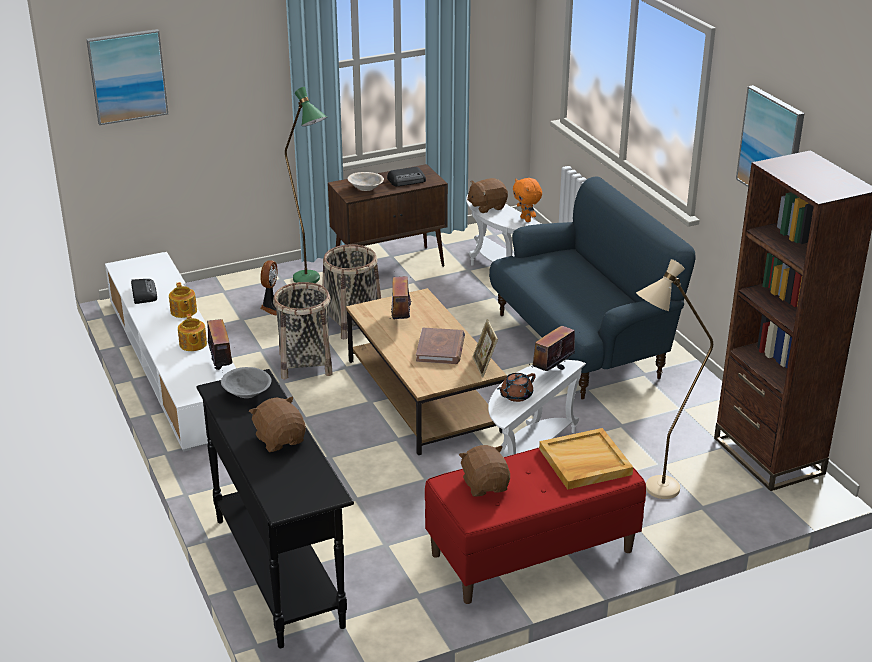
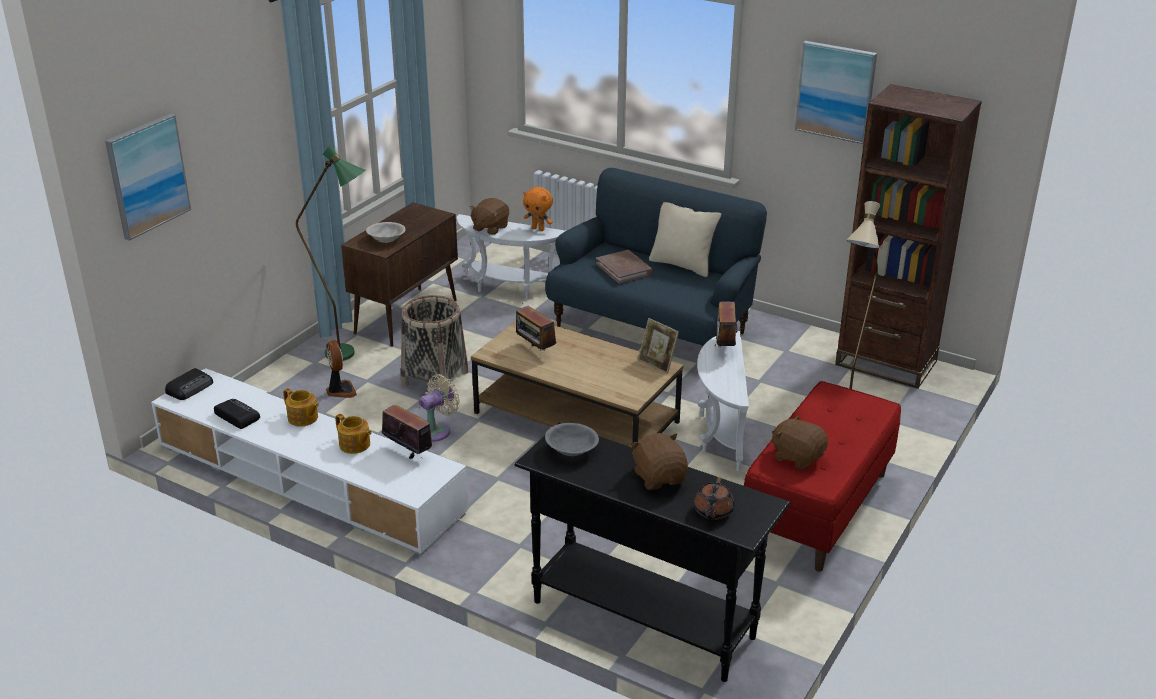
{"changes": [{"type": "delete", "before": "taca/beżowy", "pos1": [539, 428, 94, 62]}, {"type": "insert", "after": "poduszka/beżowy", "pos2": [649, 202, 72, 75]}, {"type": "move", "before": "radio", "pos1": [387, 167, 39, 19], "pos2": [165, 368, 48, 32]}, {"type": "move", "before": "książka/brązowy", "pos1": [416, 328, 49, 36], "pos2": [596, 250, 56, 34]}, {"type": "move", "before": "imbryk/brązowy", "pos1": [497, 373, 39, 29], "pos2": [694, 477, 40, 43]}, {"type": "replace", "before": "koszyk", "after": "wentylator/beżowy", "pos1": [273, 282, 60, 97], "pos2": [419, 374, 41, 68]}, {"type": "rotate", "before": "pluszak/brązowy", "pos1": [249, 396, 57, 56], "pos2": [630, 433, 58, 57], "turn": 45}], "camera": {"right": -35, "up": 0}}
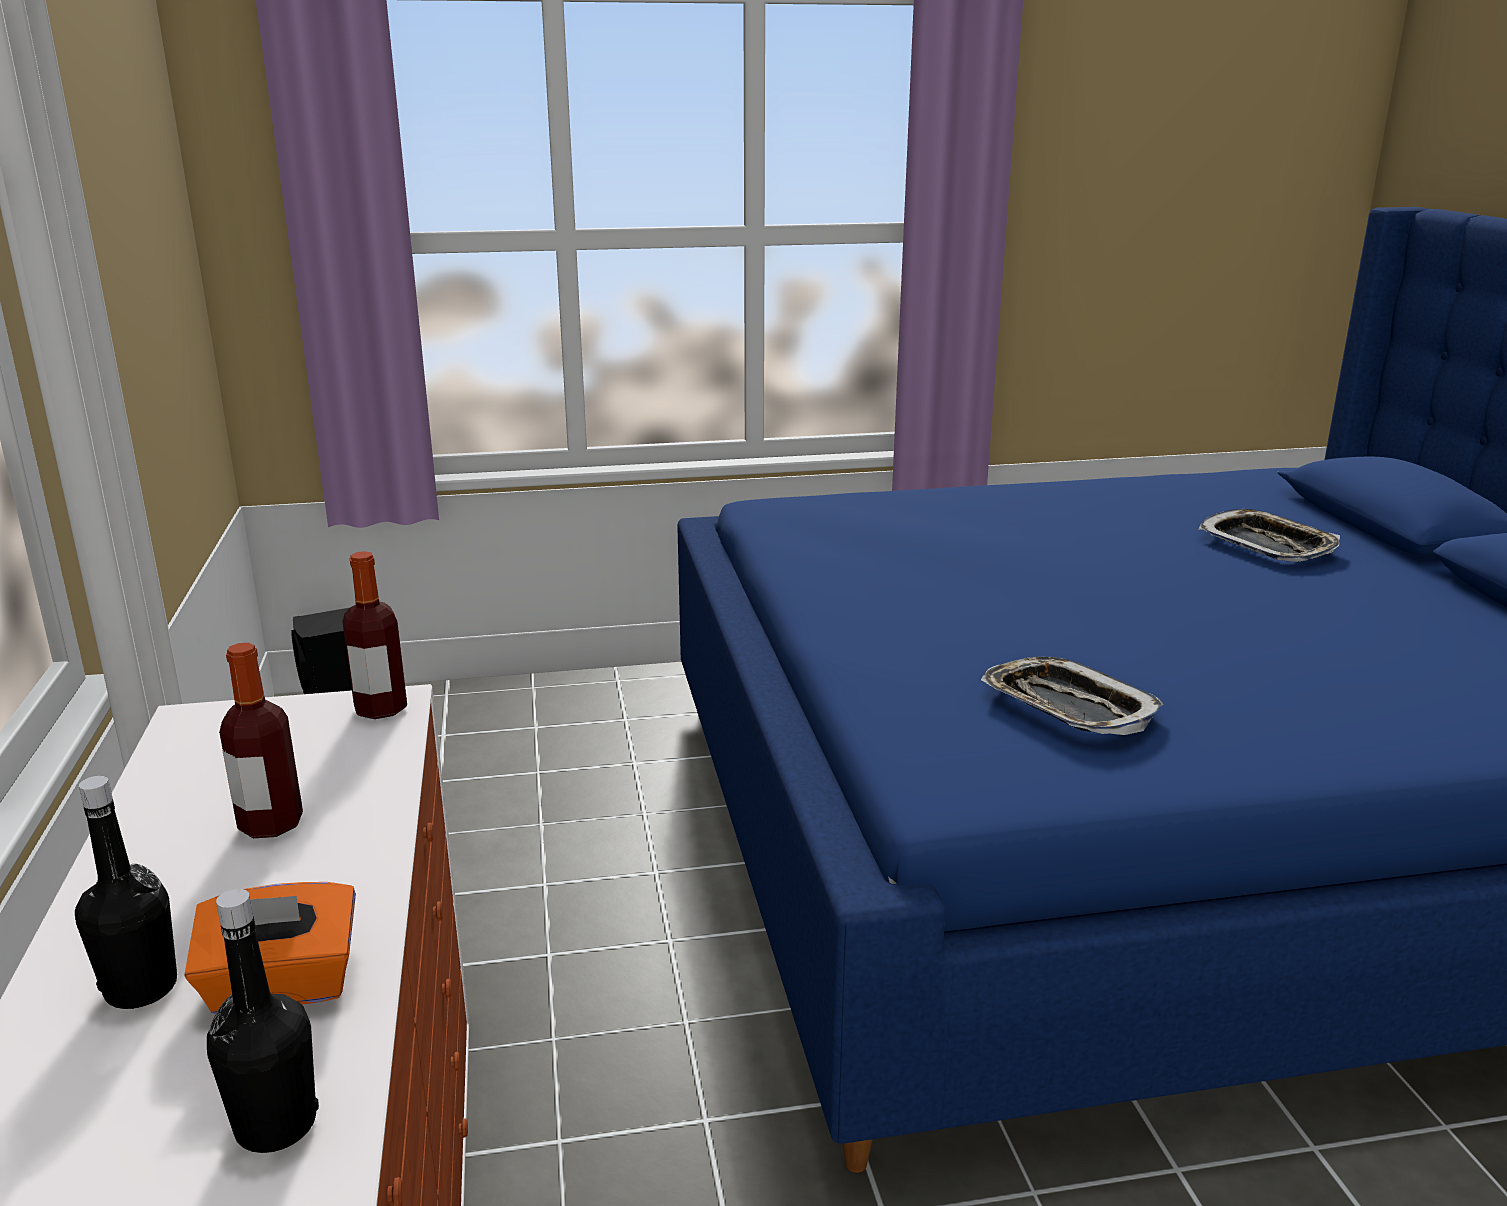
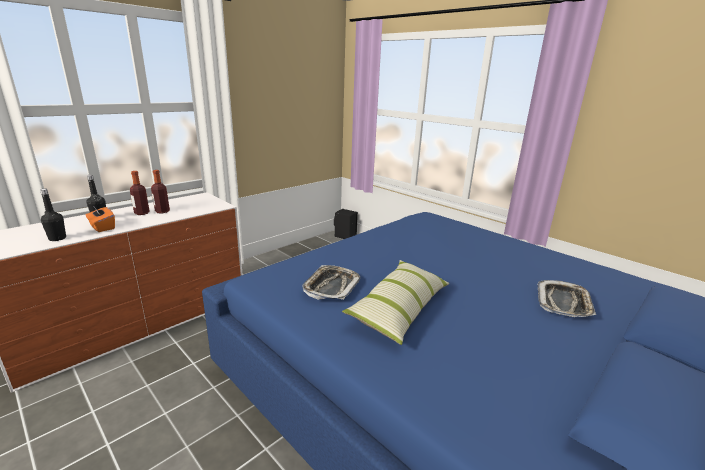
{"changes": [{"type": "insert", "after": "poduszka", "pos2": [342, 260, 108, 85]}, {"type": "move", "before": "butelka", "pos1": [342, 551, 65, 168], "pos2": [130, 171, 20, 44]}], "camera": {"right": 55, "up": 0}}
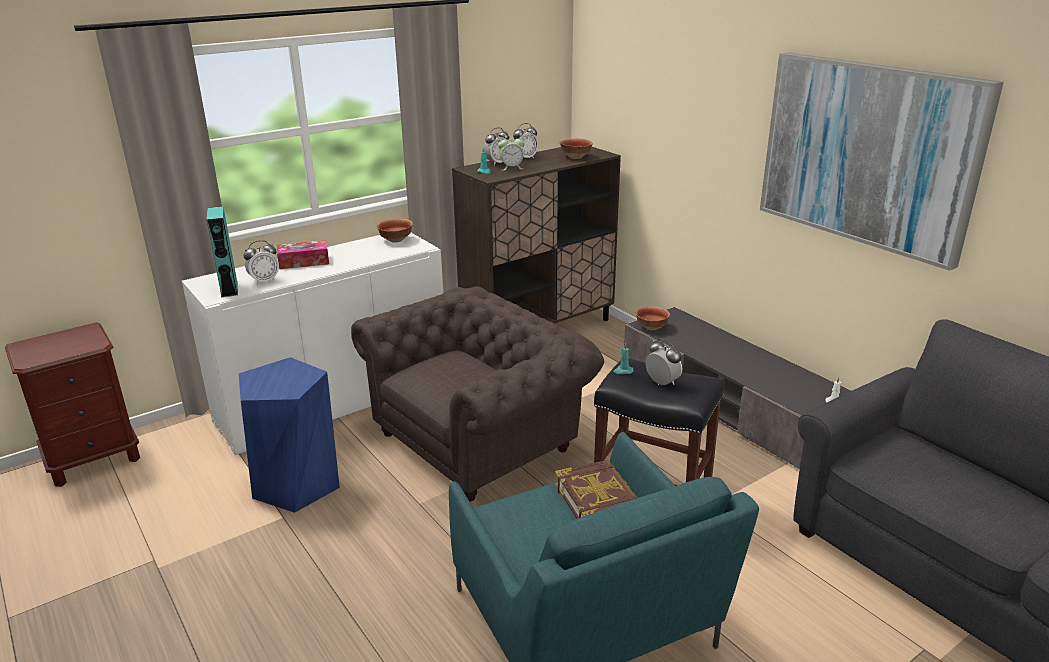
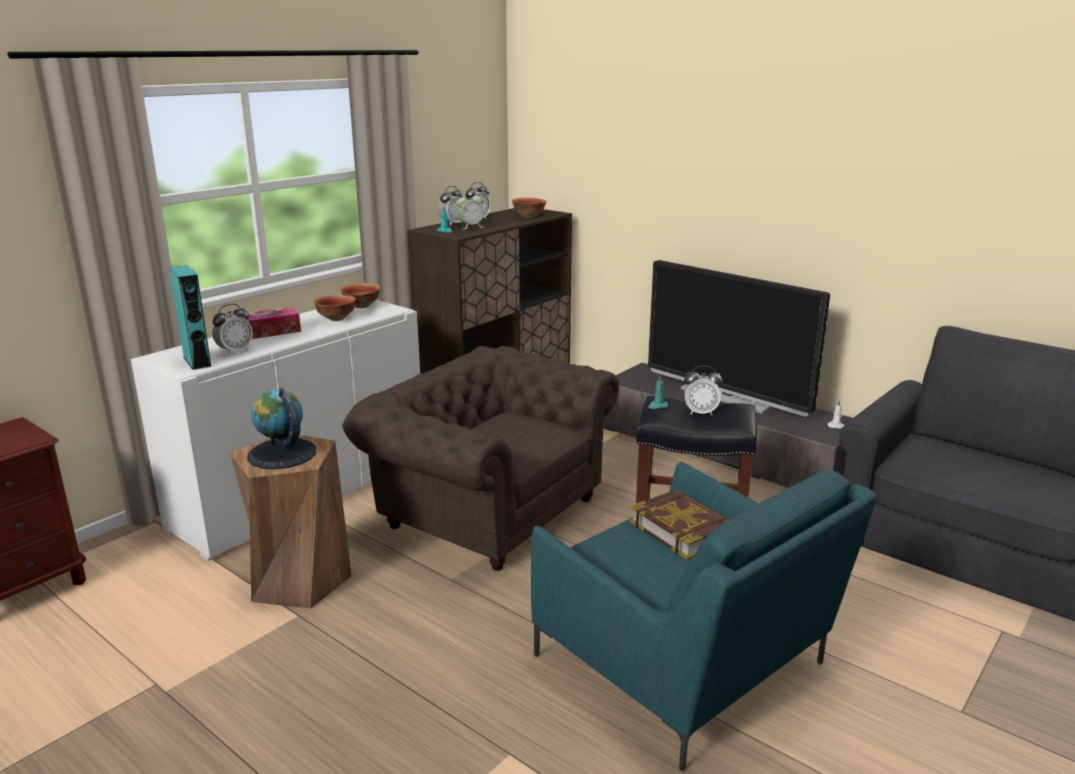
{"changes": [{"type": "delete", "before": "obraz", "pos1": [760, 52, 244, 219]}, {"type": "insert", "after": "globus", "pos2": [247, 388, 69, 81]}, {"type": "insert", "after": "telewizor", "pos2": [648, 260, 182, 157]}, {"type": "move", "before": "miska", "pos1": [636, 306, 34, 24], "pos2": [314, 295, 42, 26]}, {"type": "recolor", "before": "stołek/niebieski", "after": "stołek/brązowy", "pos1": [239, 357, 101, 156], "pos2": [230, 435, 122, 174]}, {"type": "rotate", "before": "fotel/brązowy", "pos1": [351, 286, 253, 215], "pos2": [342, 346, 277, 225], "turn": -90}, {"type": "rotate", "before": "budzik", "pos1": [645, 339, 37, 46], "pos2": [684, 366, 39, 49], "turn": 150}], "camera": {"right": -15, "up": -5}}
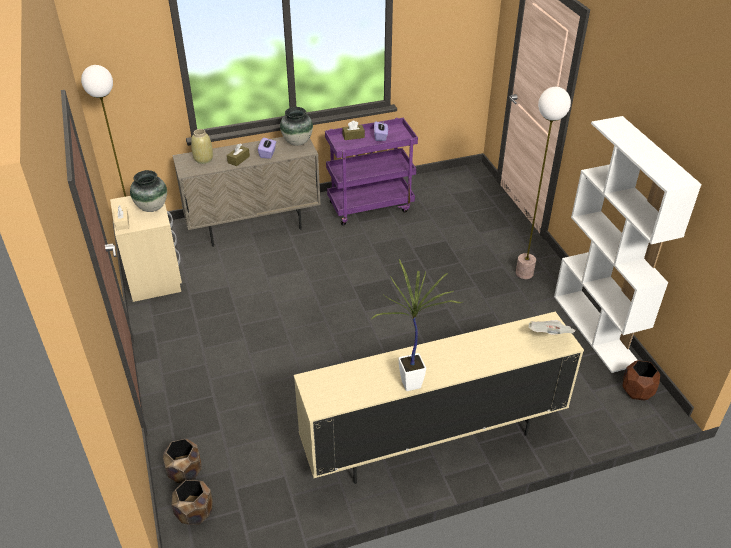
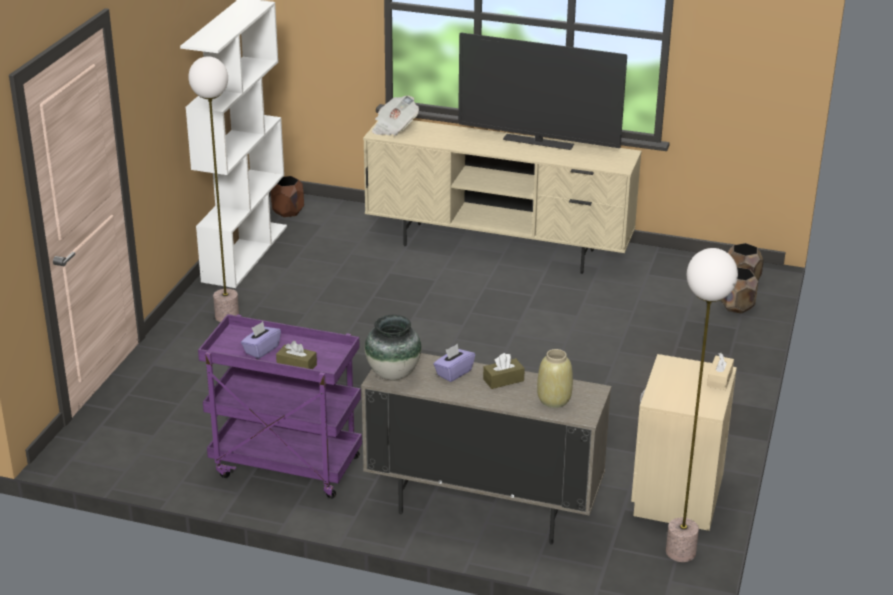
{"changes": [{"type": "delete", "before": "wazon", "pos1": [130, 170, 37, 42]}, {"type": "replace", "before": "roślina doniczkowa", "after": "telewizor", "pos1": [371, 259, 93, 132], "pos2": [458, 33, 169, 117]}], "camera": {"right": -145, "up": -10}}
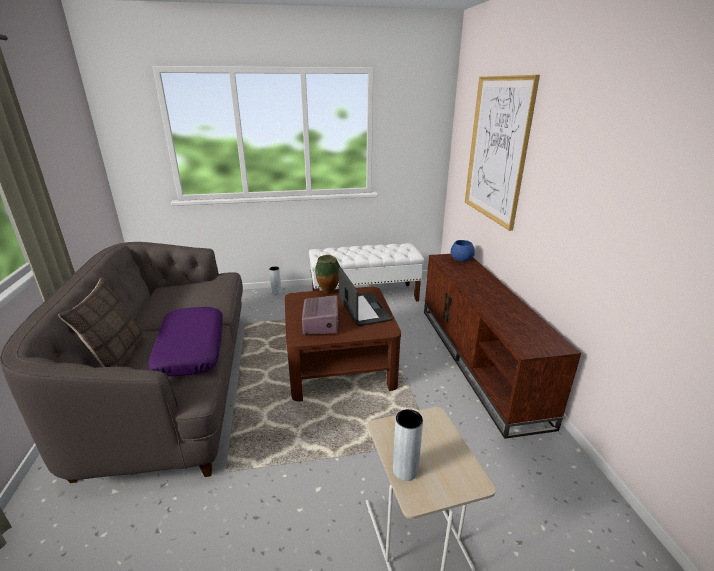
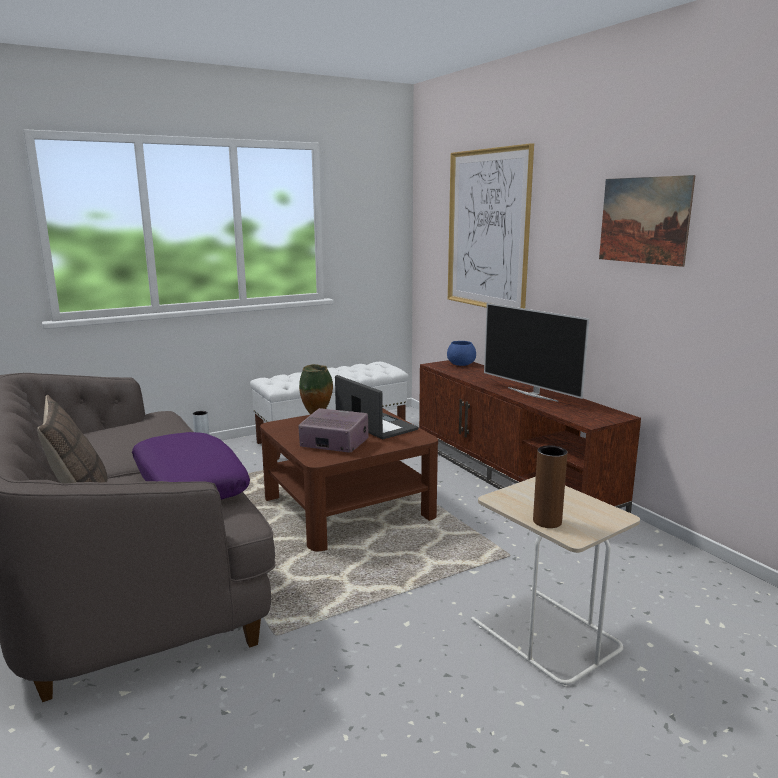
{"changes": [{"type": "insert", "after": "telewizor", "pos2": [484, 303, 106, 99]}, {"type": "insert", "after": "obraz", "pos2": [599, 175, 97, 92]}, {"type": "recolor", "before": "wazon/szary", "after": "wazon/brązowy", "pos1": [393, 409, 30, 72], "pos2": [533, 445, 34, 83]}, {"type": "rotate", "before": "radio", "pos1": [302, 295, 37, 40], "pos2": [299, 408, 70, 45], "turn": -45}], "camera": {"right": -20, "up": -10}}
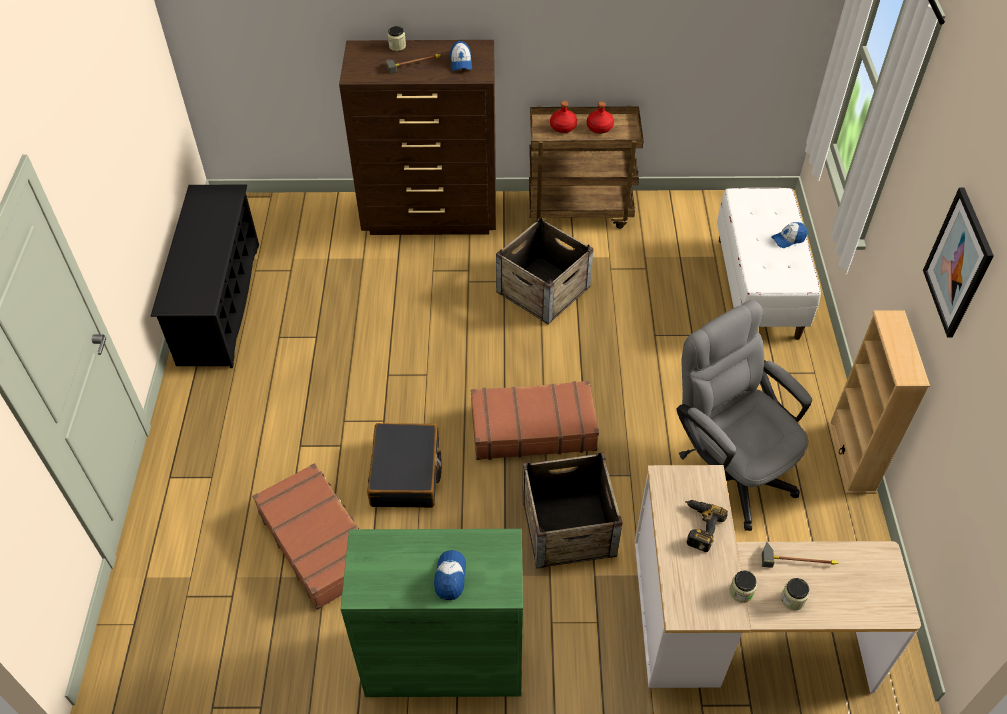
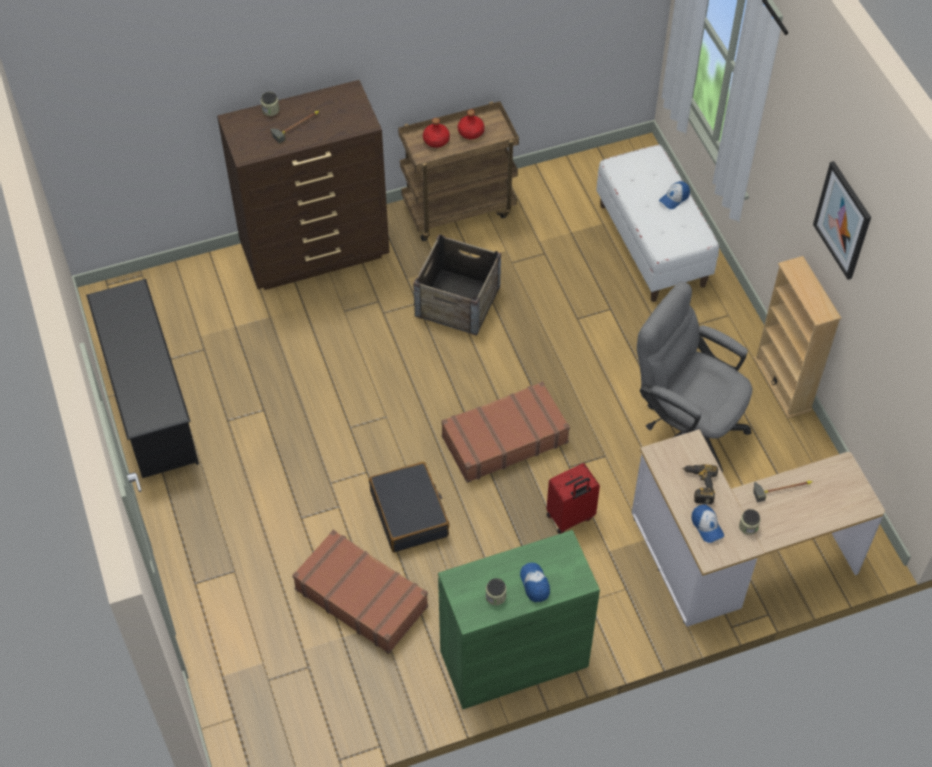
{"changes": [{"type": "move", "before": "czapka z daszkiem", "pos1": [450, 41, 22, 30], "pos2": [692, 504, 32, 39]}, {"type": "move", "before": "słoik", "pos1": [781, 578, 28, 32], "pos2": [486, 578, 21, 27]}, {"type": "replace", "before": "skrzynka", "after": "walizka/czerwony", "pos1": [522, 453, 100, 116], "pos2": [546, 463, 54, 71]}], "camera": {"right": -20, "up": 5}}
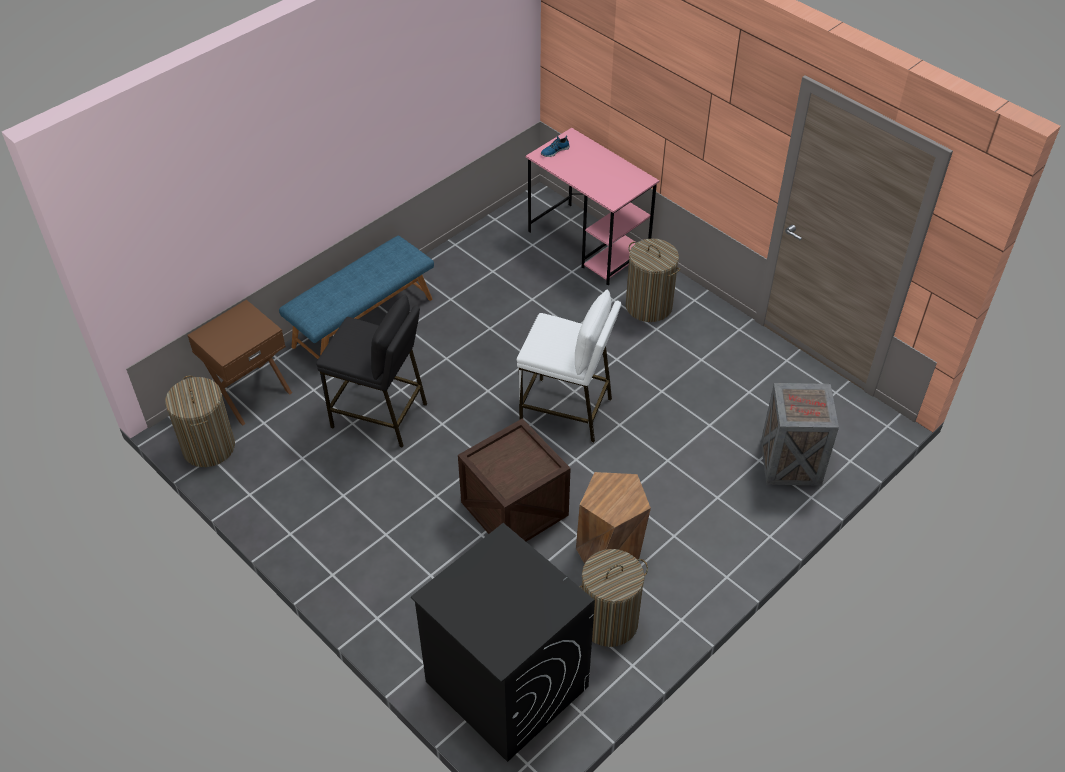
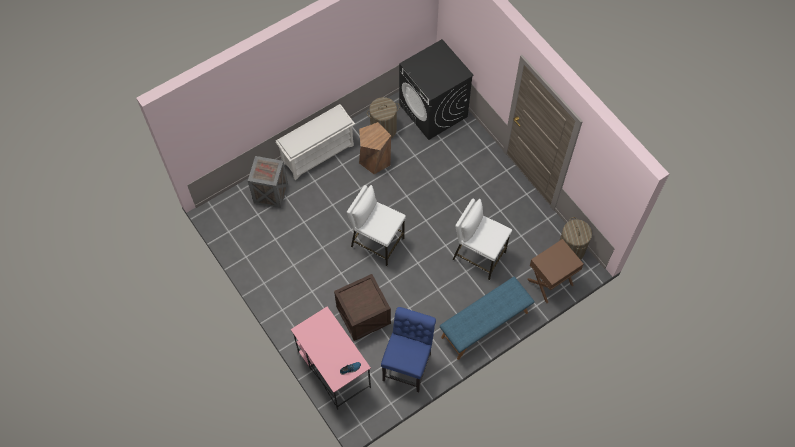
{"changes": [{"type": "delete", "before": "kosz na pranie", "pos1": [626, 238, 55, 84]}, {"type": "insert", "after": "regał na buty/biały", "pos2": [276, 104, 79, 76]}, {"type": "insert", "after": "krzesło/niebieski", "pos2": [381, 307, 55, 85]}, {"type": "move", "before": "skrzynka", "pos1": [458, 418, 113, 124], "pos2": [334, 274, 57, 67]}, {"type": "recolor", "before": "stołek/czarny", "after": "stołek/biały", "pos1": [316, 294, 111, 154], "pos2": [453, 199, 59, 81]}], "camera": {"right": -170, "up": 15}}
